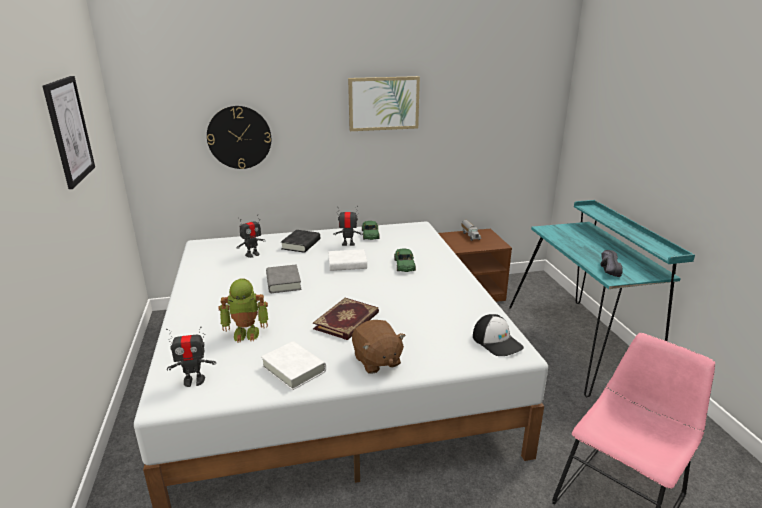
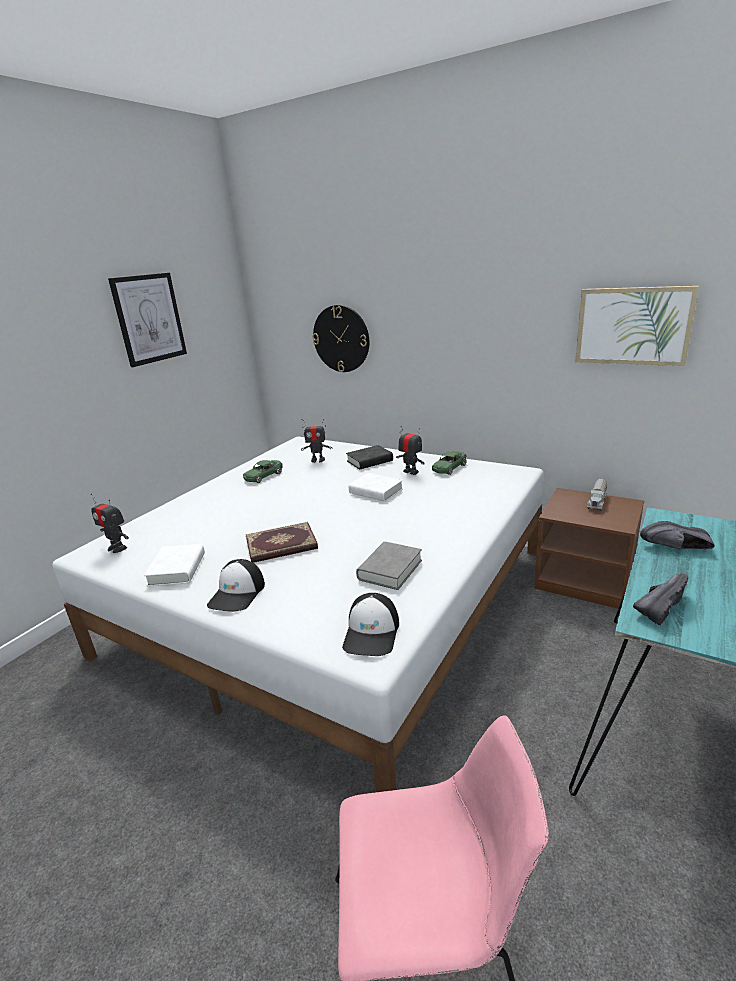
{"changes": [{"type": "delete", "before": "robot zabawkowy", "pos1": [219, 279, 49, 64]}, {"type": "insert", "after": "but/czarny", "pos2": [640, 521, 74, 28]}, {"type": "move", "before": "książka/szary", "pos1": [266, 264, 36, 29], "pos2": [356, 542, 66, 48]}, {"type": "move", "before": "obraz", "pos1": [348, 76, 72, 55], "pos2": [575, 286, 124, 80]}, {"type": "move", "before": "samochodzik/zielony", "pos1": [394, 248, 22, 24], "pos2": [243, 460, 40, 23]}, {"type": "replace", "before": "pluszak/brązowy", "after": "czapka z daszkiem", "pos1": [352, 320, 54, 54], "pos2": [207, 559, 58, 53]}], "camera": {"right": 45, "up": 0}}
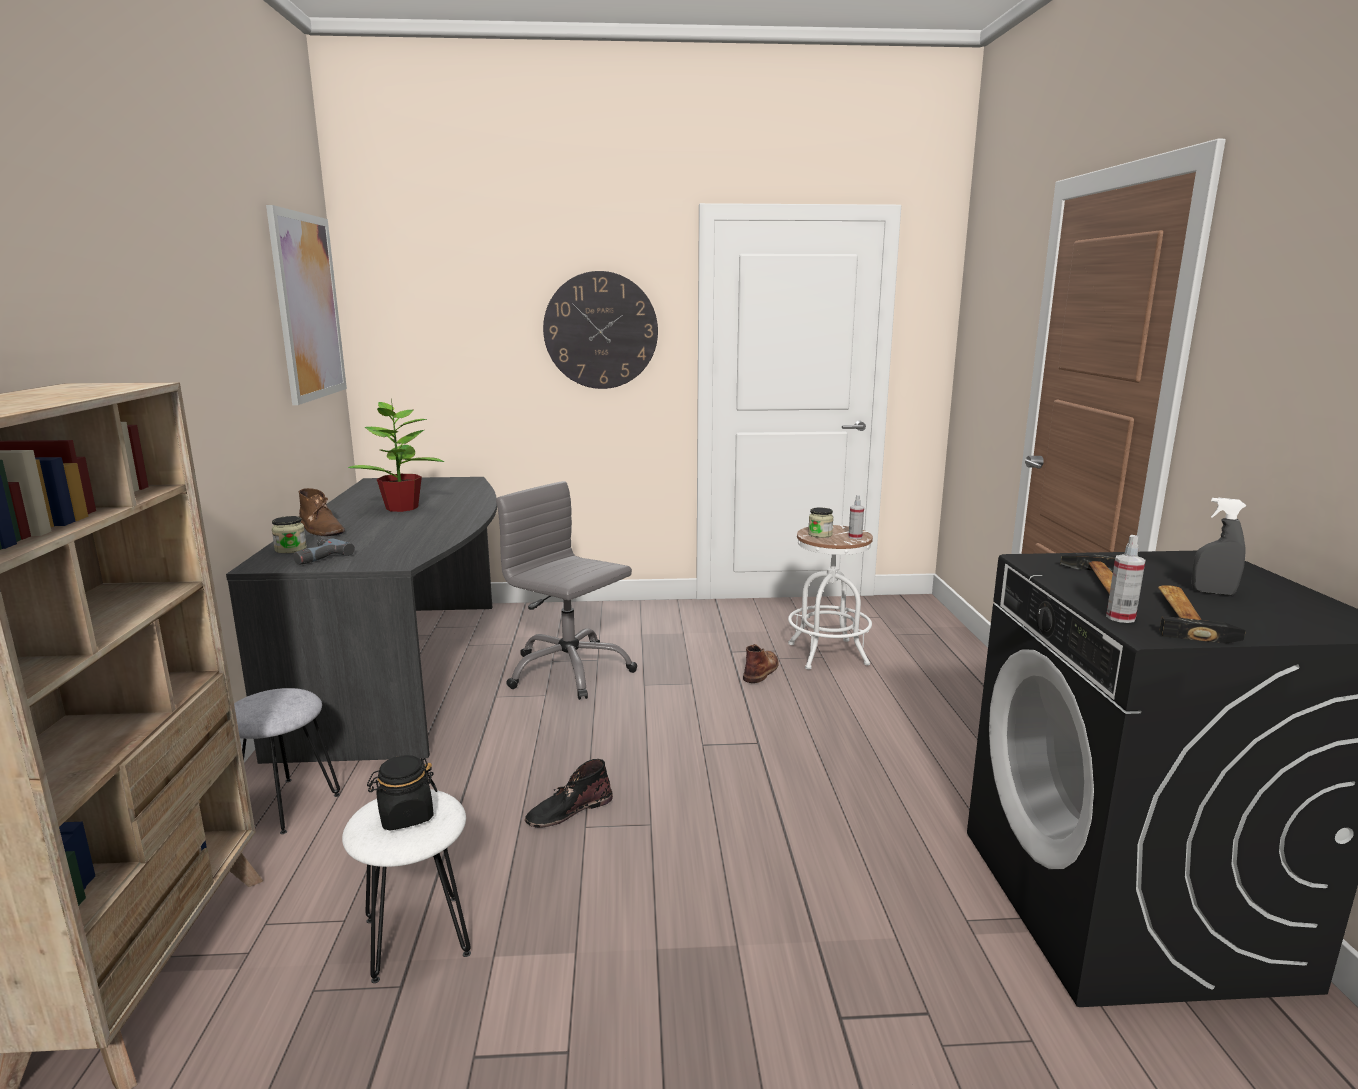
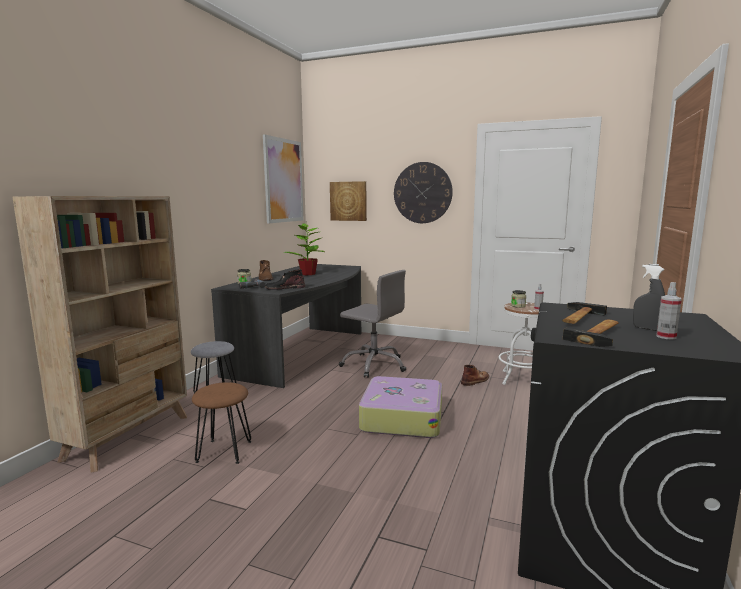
{"changes": [{"type": "delete", "before": "słoik/czarny", "pos1": [367, 755, 70, 75]}, {"type": "insert", "after": "obraz", "pos2": [330, 181, 37, 40]}, {"type": "insert", "after": "walizka", "pos2": [359, 376, 83, 62]}, {"type": "move", "before": "but z cholewką/czarny", "pos1": [525, 759, 88, 69], "pos2": [265, 269, 40, 21]}, {"type": "move", "before": "spryskiwacz", "pos1": [1106, 535, 40, 88], "pos2": [656, 282, 26, 57]}, {"type": "recolor", "before": "stołek/biały", "after": "stołek/brązowy", "pos1": [342, 789, 129, 194], "pos2": [192, 382, 59, 82]}, {"type": "rotate", "before": "krzesło biurowe/szary", "pos1": [496, 481, 141, 219], "pos2": [339, 270, 67, 108], "turn": 150}], "camera": {"right": 25, "up": -5}}
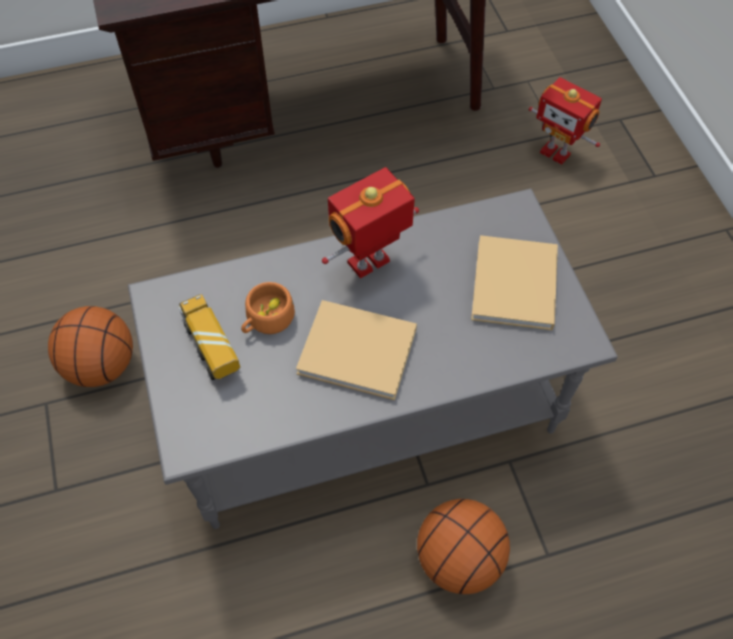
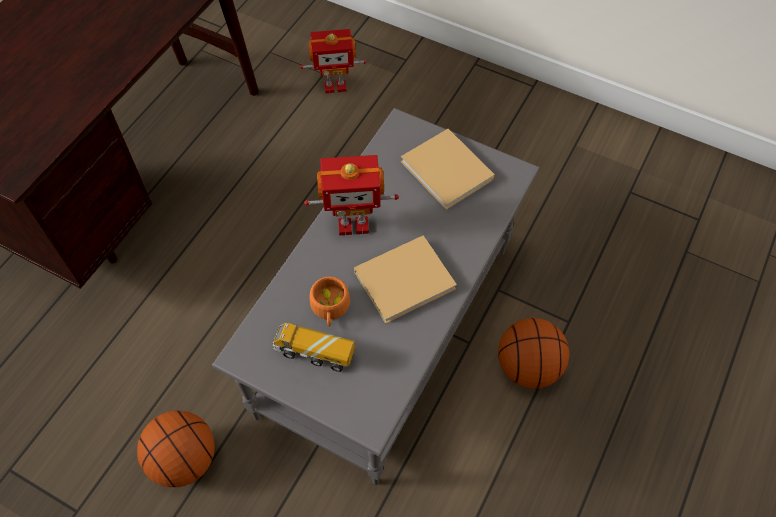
{"changes": [{"type": "rotate", "before": "robot zabawkowy", "pos1": [322, 167, 97, 112], "pos2": [304, 155, 95, 81], "turn": -105}], "camera": {"right": -45, "up": 0}}
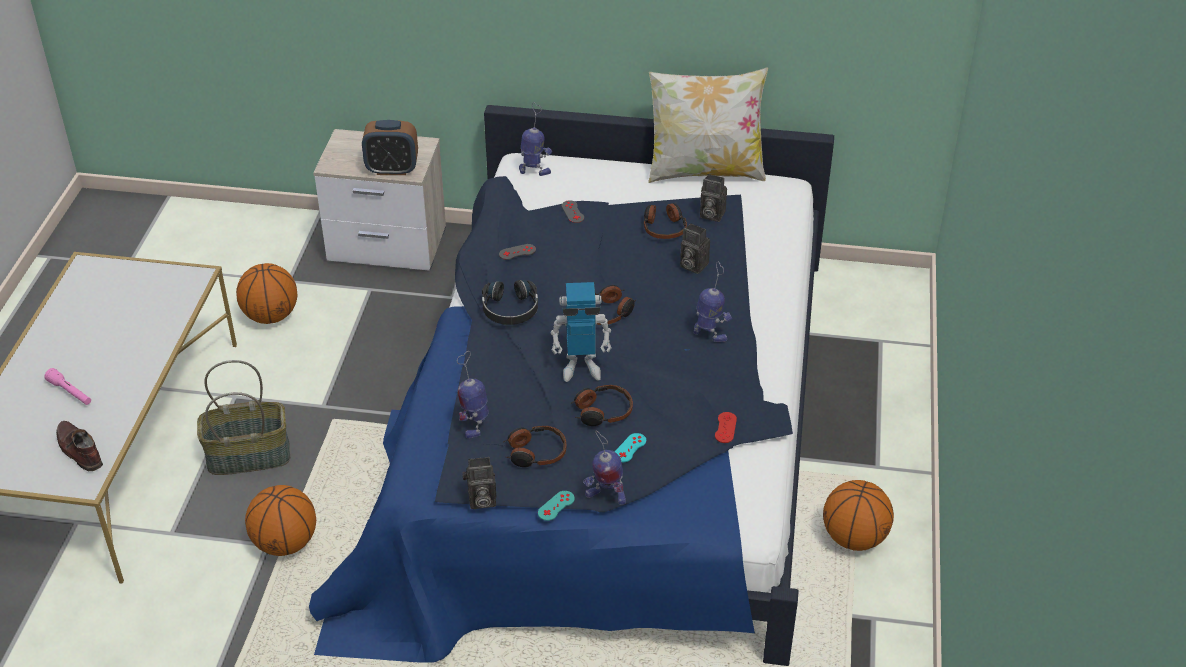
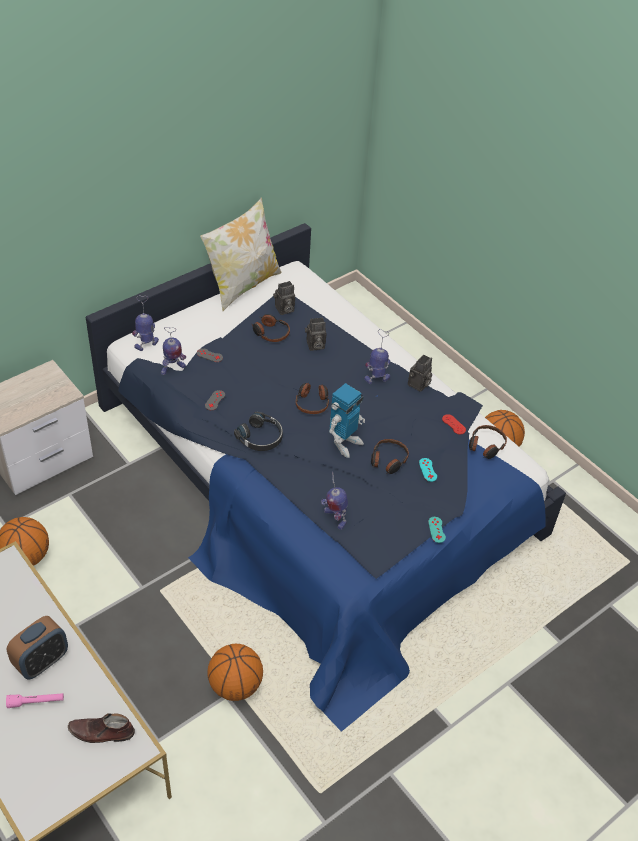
{"changes": [{"type": "delete", "before": "koszyk", "pos1": [197, 360, 93, 115]}, {"type": "move", "before": "budzik", "pos1": [362, 120, 56, 55], "pos2": [7, 616, 61, 64]}, {"type": "move", "before": "aparat fotograficzny", "pos1": [462, 457, 34, 52], "pos2": [408, 355, 24, 37]}, {"type": "move", "before": "słuchawki", "pos1": [503, 426, 64, 41], "pos2": [469, 425, 38, 34]}, {"type": "move", "before": "robot zabawkowy", "pos1": [583, 430, 43, 75], "pos2": [161, 327, 25, 48]}], "camera": {"right": -50, "up": 5}}
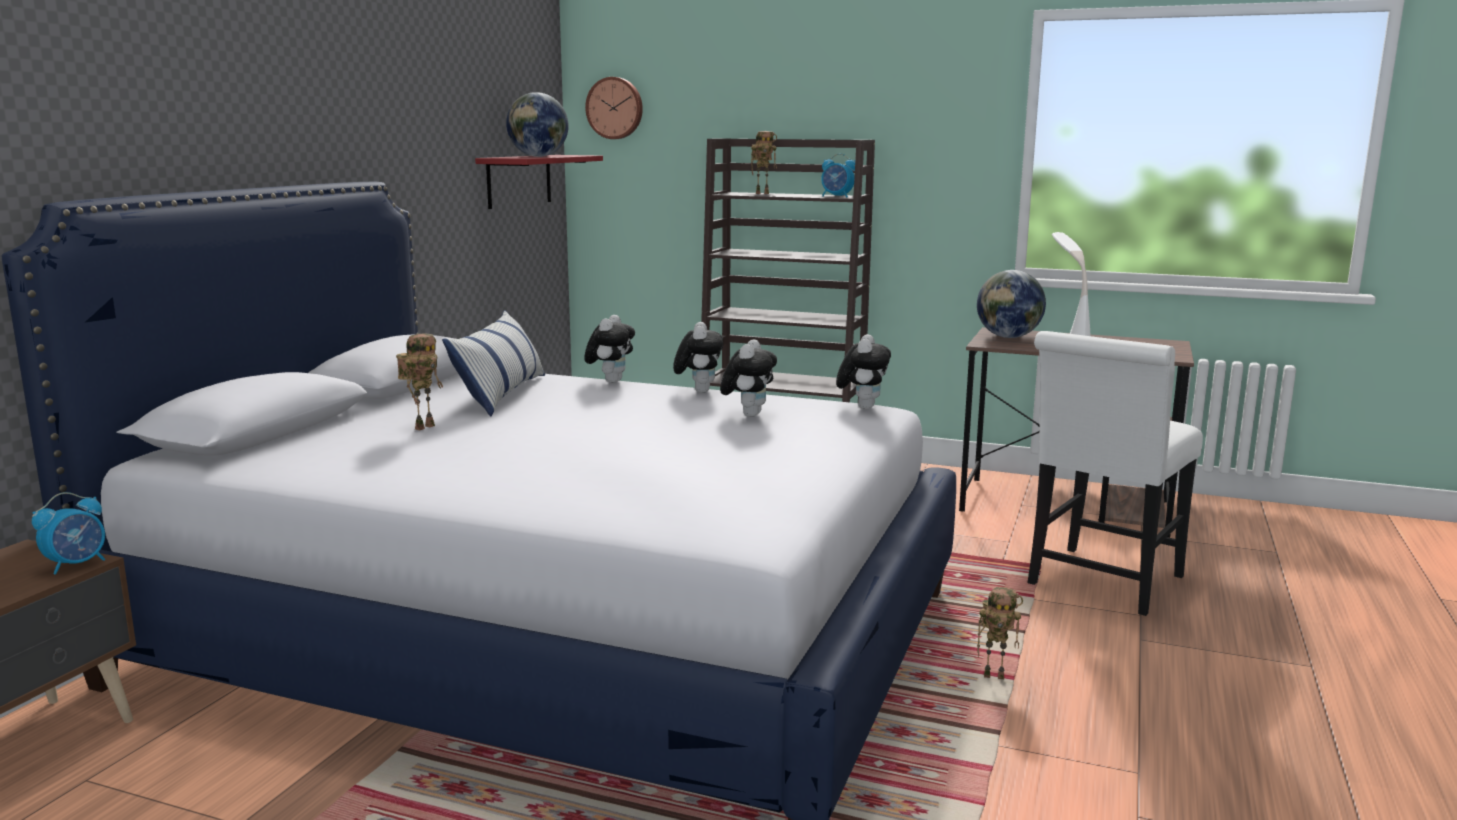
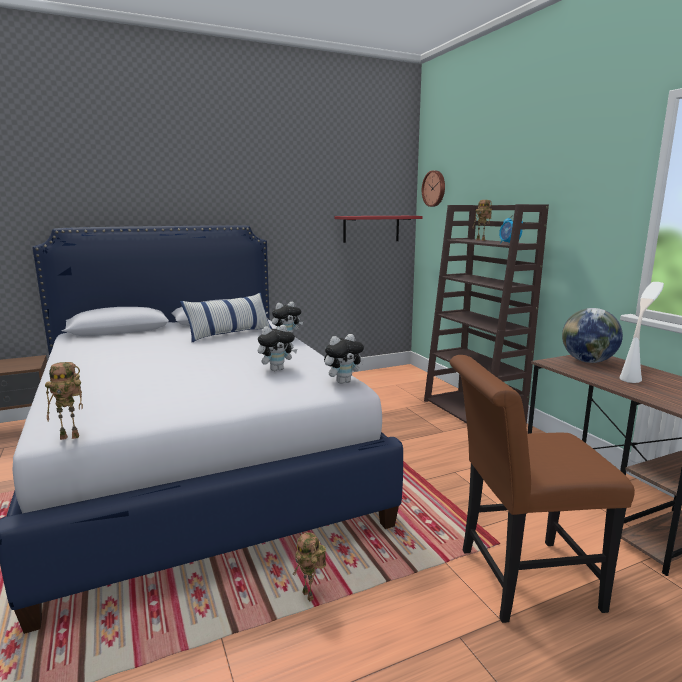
{"changes": [{"type": "delete", "before": "budzik", "pos1": [32, 492, 73, 83]}, {"type": "delete", "before": "globus", "pos1": [506, 92, 63, 65]}, {"type": "delete", "before": "pluszak", "pos1": [673, 322, 50, 71]}, {"type": "move", "before": "robot zabawkowy", "pos1": [396, 334, 47, 96], "pos2": [45, 362, 38, 78]}, {"type": "recolor", "before": "krzesło/biały", "after": "krzesło/brązowy", "pos1": [1027, 331, 176, 285], "pos2": [450, 355, 185, 268]}], "camera": {"right": 45, "up": 0}}
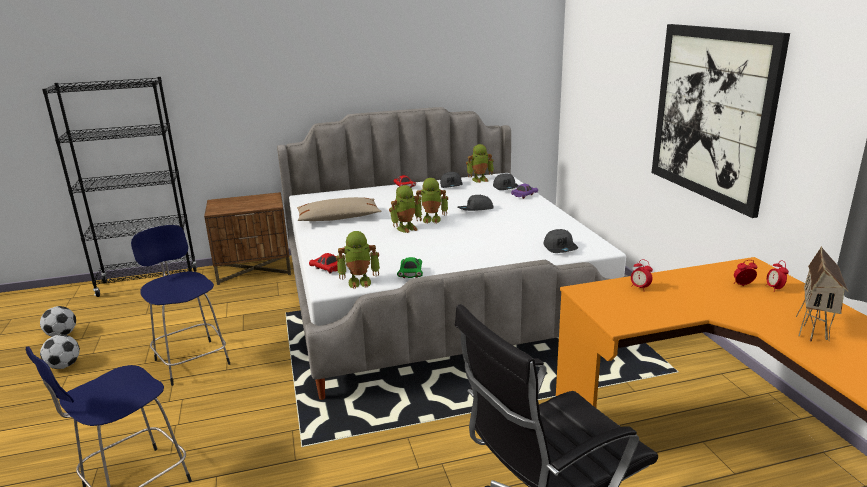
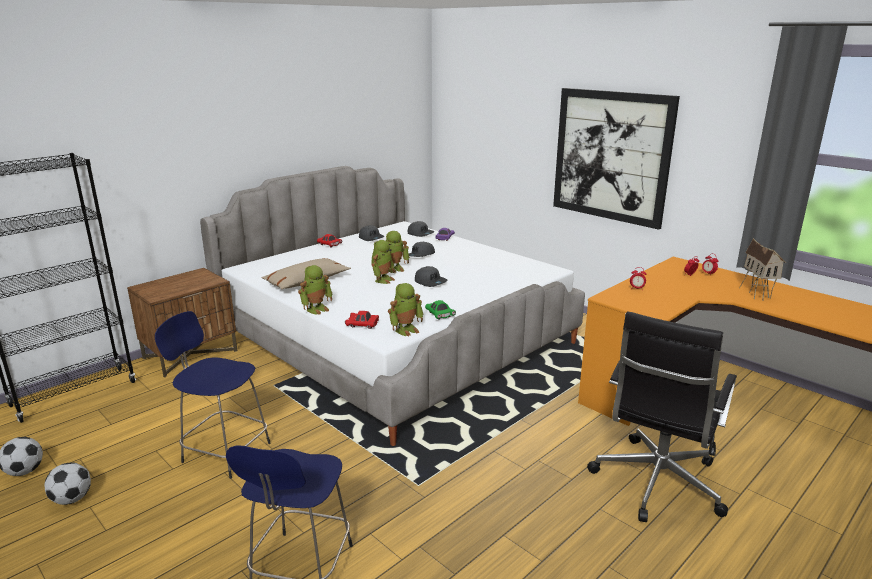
{"changes": [{"type": "move", "before": "robot zabawkowy", "pos1": [466, 144, 28, 39], "pos2": [298, 265, 34, 50]}, {"type": "move", "before": "czapka z daszkiem/szary", "pos1": [544, 229, 34, 24], "pos2": [415, 266, 32, 21]}], "camera": {"right": -30, "up": 0}}
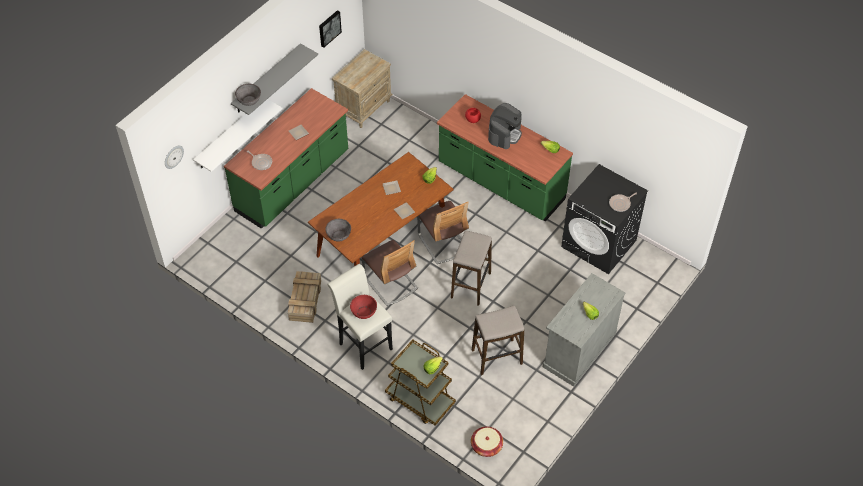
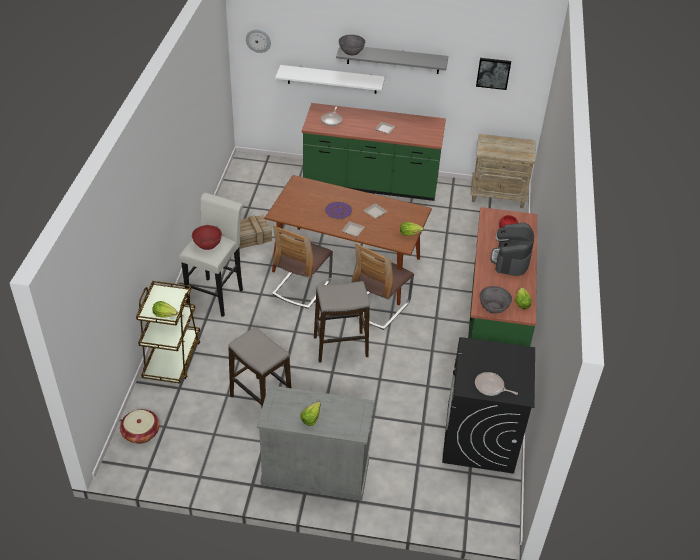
{"changes": [{"type": "insert", "after": "talerz/fioletowy", "pos2": [324, 201, 29, 18]}, {"type": "move", "before": "miska/szary", "pos1": [325, 219, 26, 23], "pos2": [480, 286, 32, 28]}, {"type": "rotate", "before": "ekspres do kawy", "pos1": [488, 103, 34, 46], "pos2": [491, 222, 43, 54], "turn": 105}], "camera": {"right": 60, "up": -10}}
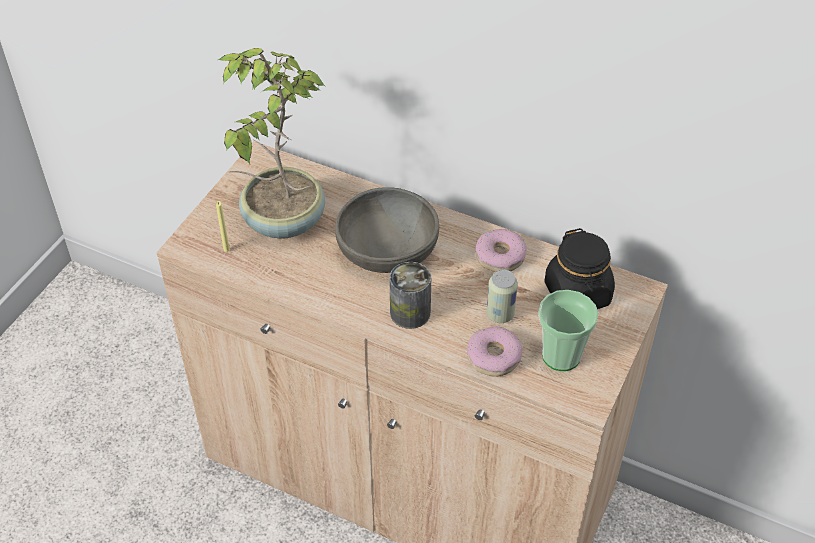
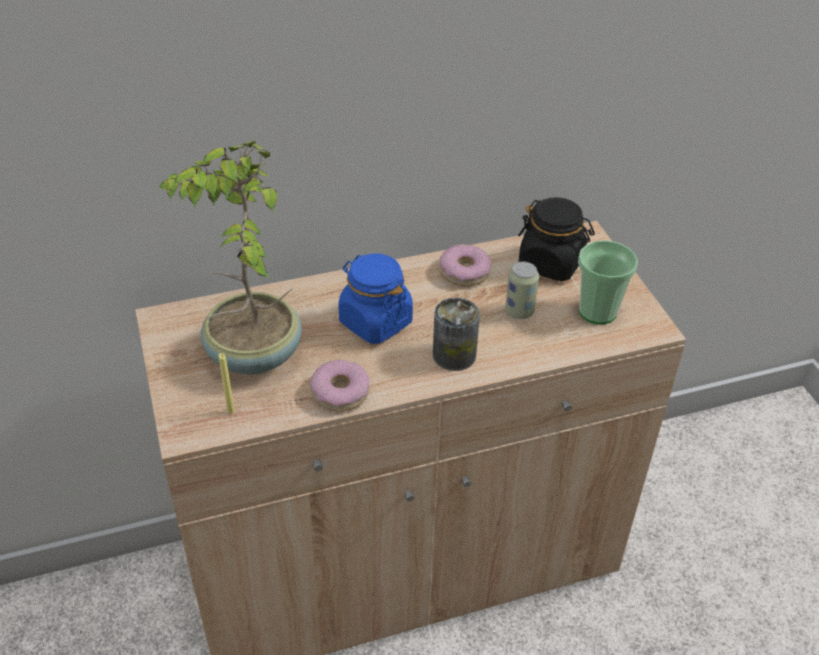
{"changes": [{"type": "move", "before": "donut", "pos1": [467, 326, 55, 51], "pos2": [310, 359, 59, 53]}, {"type": "replace", "before": "miska/szary", "after": "słoik/niebieski", "pos1": [335, 187, 104, 86], "pos2": [338, 254, 75, 90]}], "camera": {"right": -45, "up": -5}}
